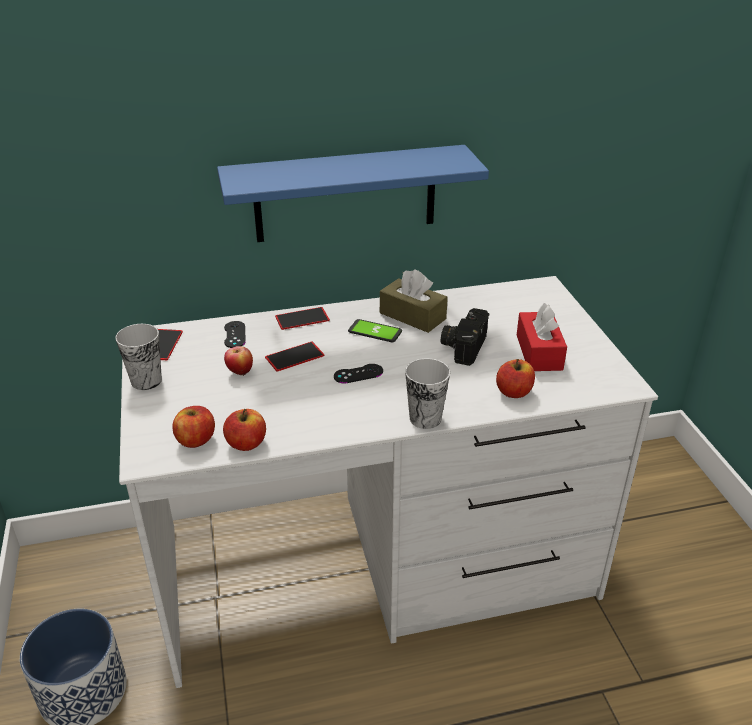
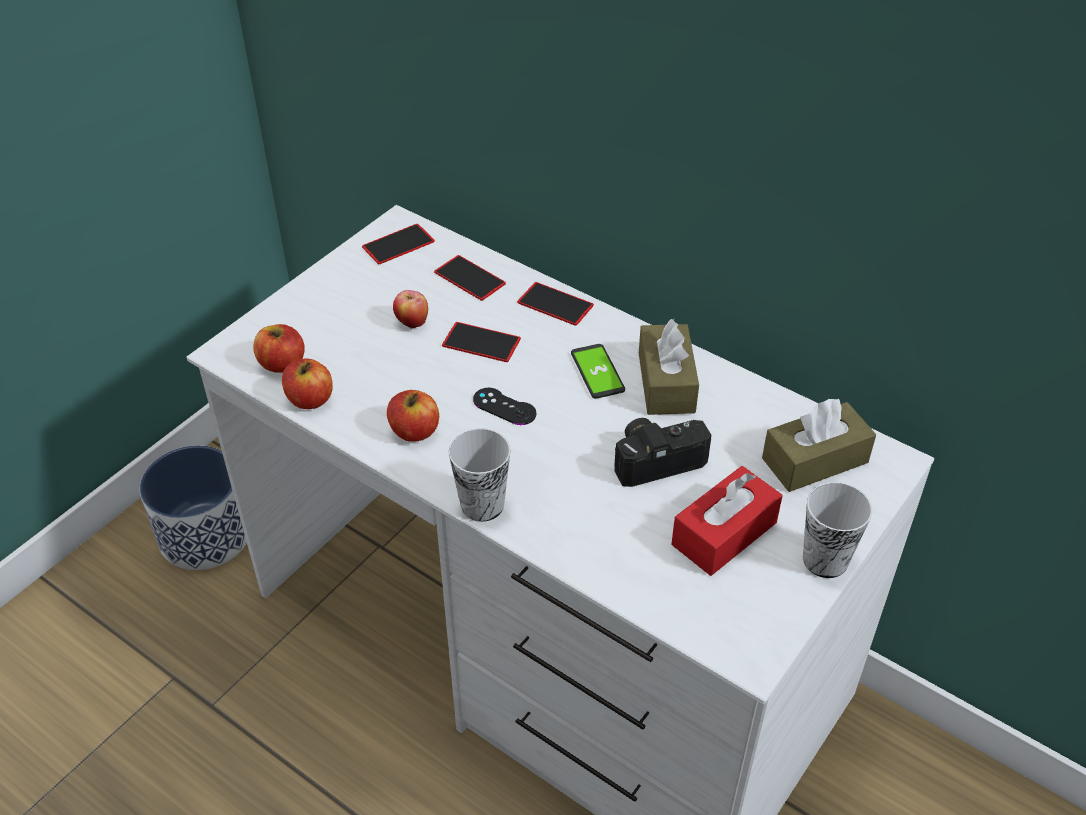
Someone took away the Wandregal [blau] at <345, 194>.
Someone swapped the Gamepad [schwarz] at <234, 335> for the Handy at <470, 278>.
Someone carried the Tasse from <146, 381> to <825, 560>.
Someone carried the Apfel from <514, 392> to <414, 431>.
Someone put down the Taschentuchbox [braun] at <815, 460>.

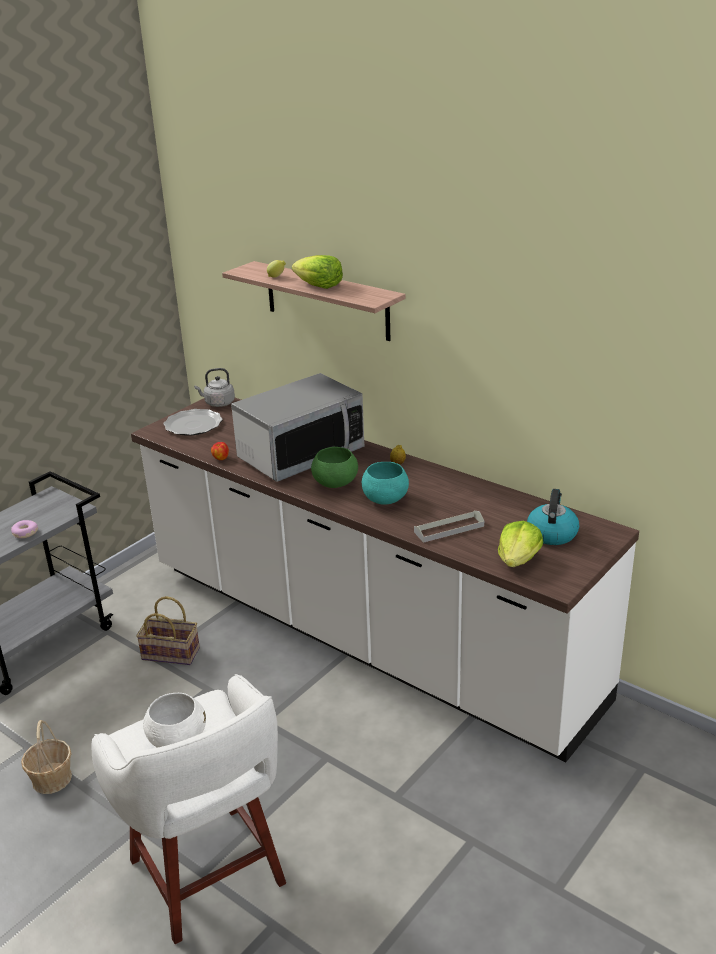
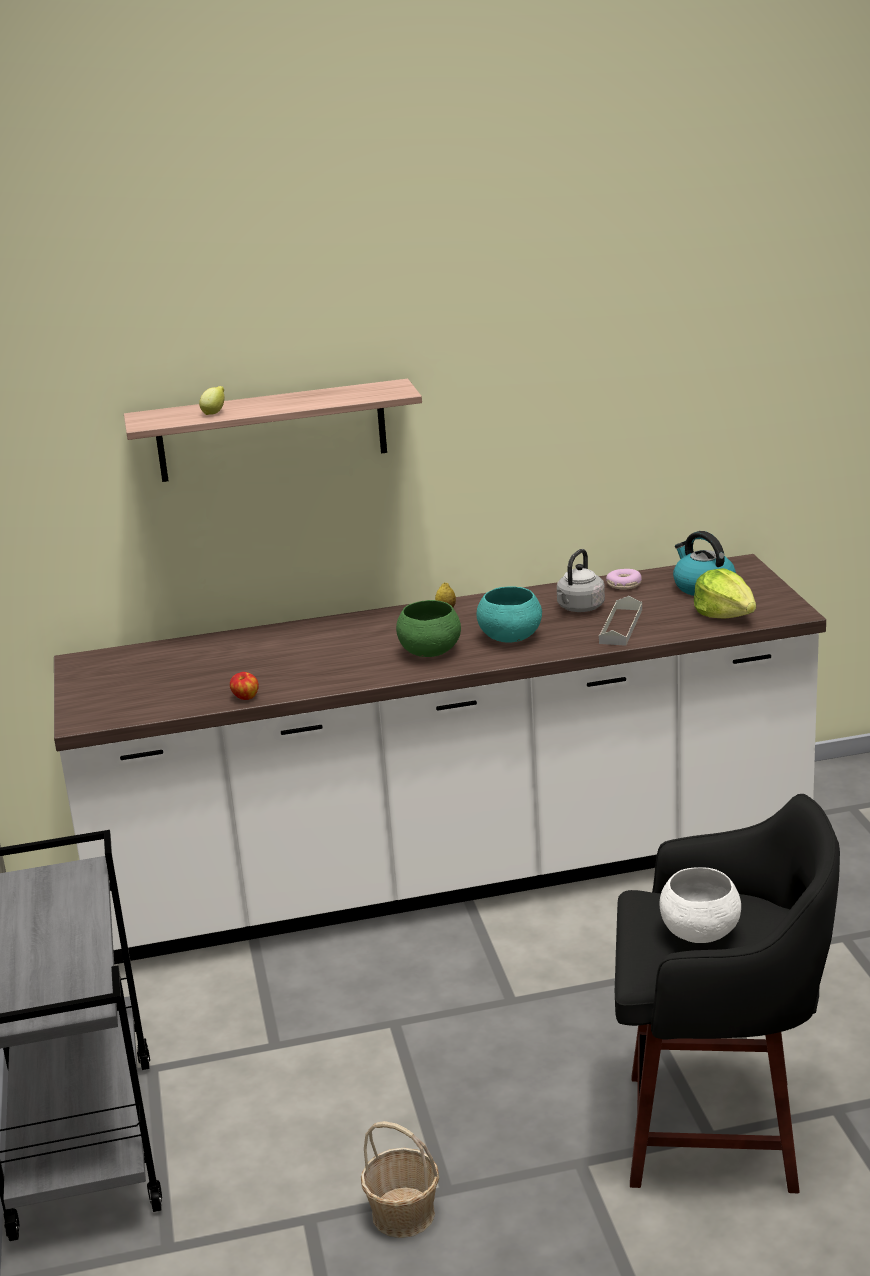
Someone took away the Salatkopf at <319, 286>.
Someone carried the Wasserkessel [grau] from <218, 403> to <579, 608>.
Someone took away the Mikrowelle at <301, 455>.
Someone took away the Teller at <193, 425>.
Someone carried the Donut from <25, 533> to <624, 585>.
Someone took away the Korb at <172, 653>.
Someone repainted the Hocker [weiß] at <209, 876>, which became the Hocker [schwarz] at <720, 1131>.

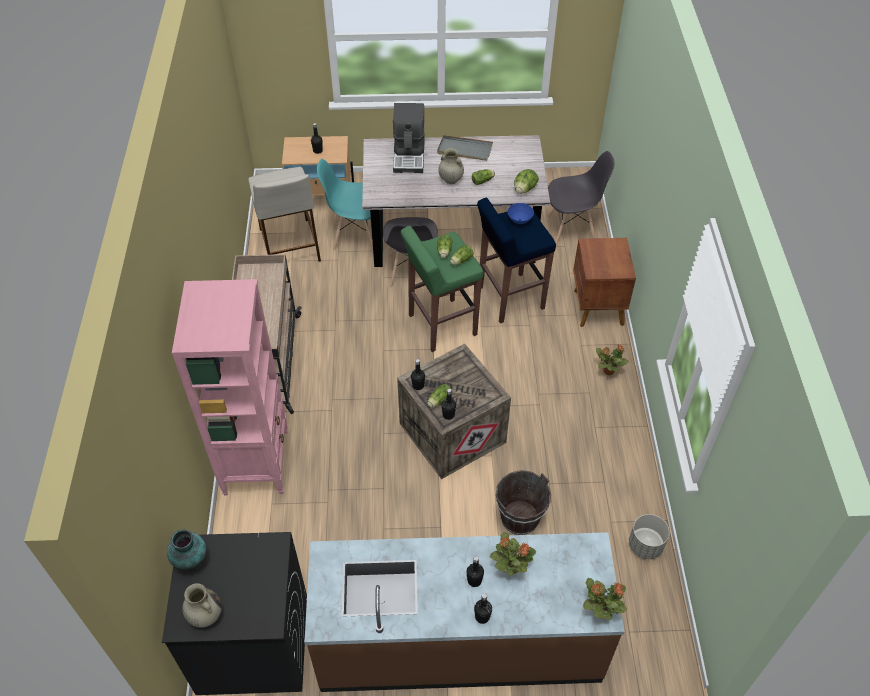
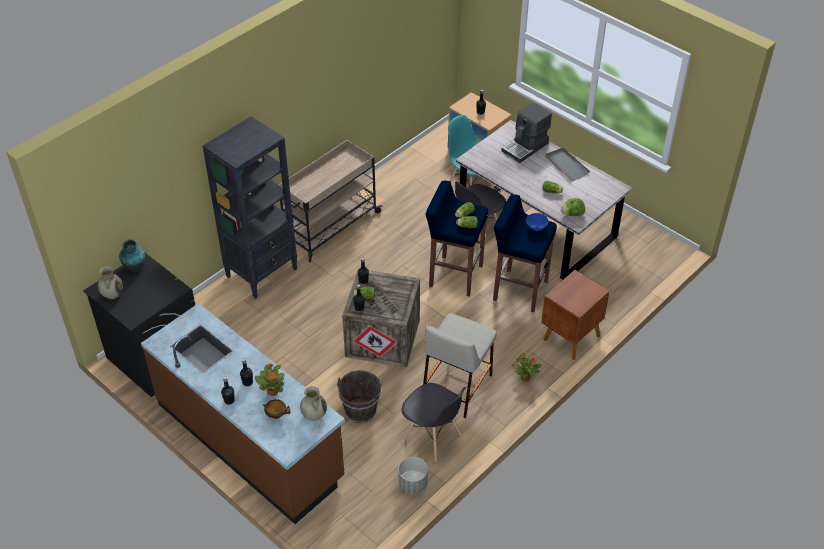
Someone carried the Vase [beige] from <450, 179> to <314, 414>.
Someone carried the Stuhl [grau] from <571, 229> to <433, 437>.
Someone carried the Hocker [beige] from <289, 244> to <457, 386>.
Someone repainted the Hocker [grün] at <441, 325>, which became the Hocker [blau] at <455, 275>.
Someone repainted the Bücherregal [rosa] at <257, 461>, which became the Bücherregal [schwarz] at <262, 272>.
Someone took away the Topfpflanze at <600, 610>.
Someone put down the Schüssel at <277, 415>.

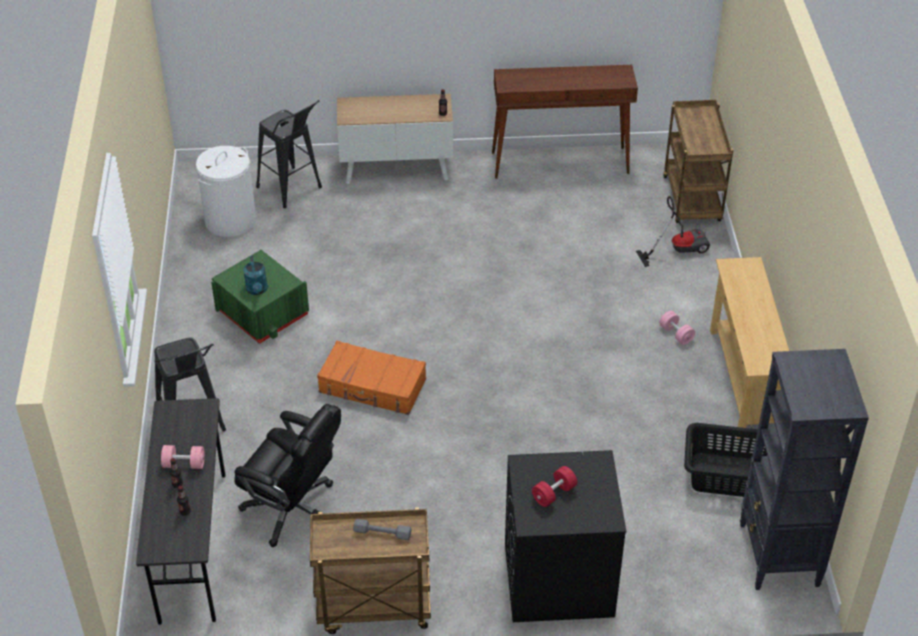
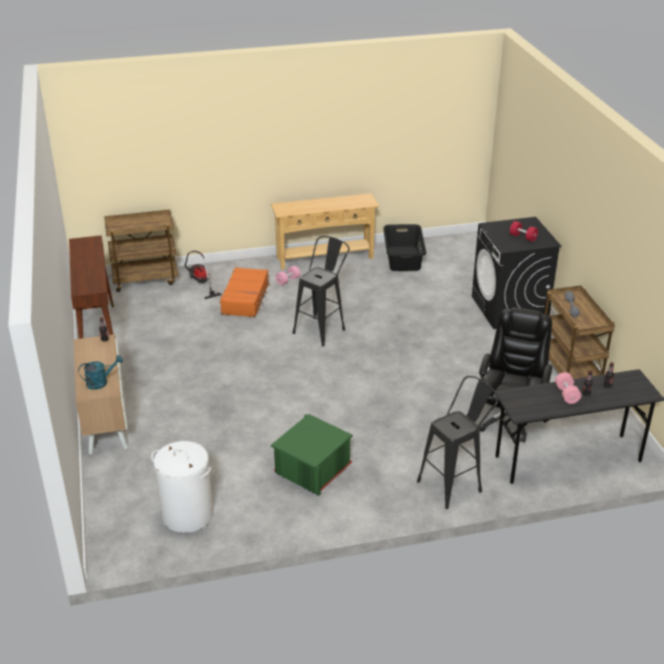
Someone carried the Hocker [schwarz] from <293, 191> to <322, 329>.
Someone carried the Gießkanne [türkis] from <257, 290> to <101, 382>.
Someone carried the Koffer [orange] from <372, 387> to <246, 299>.
Someone took away the Bücherregal [schwarz] at <778, 556>.

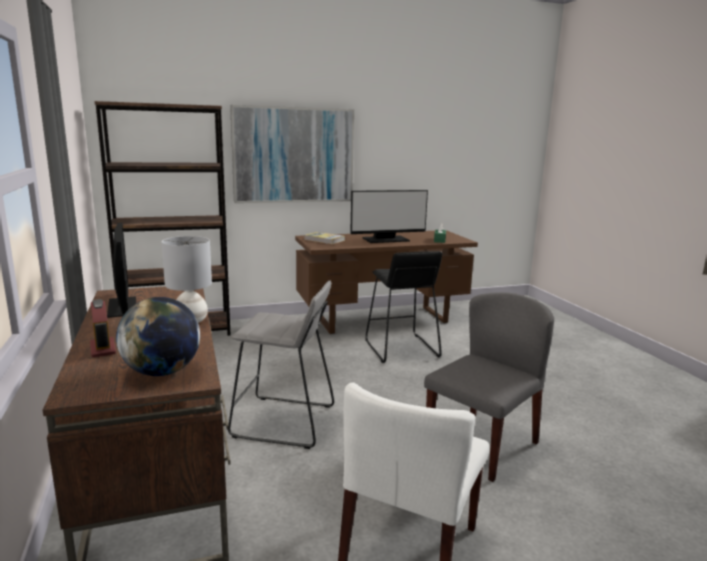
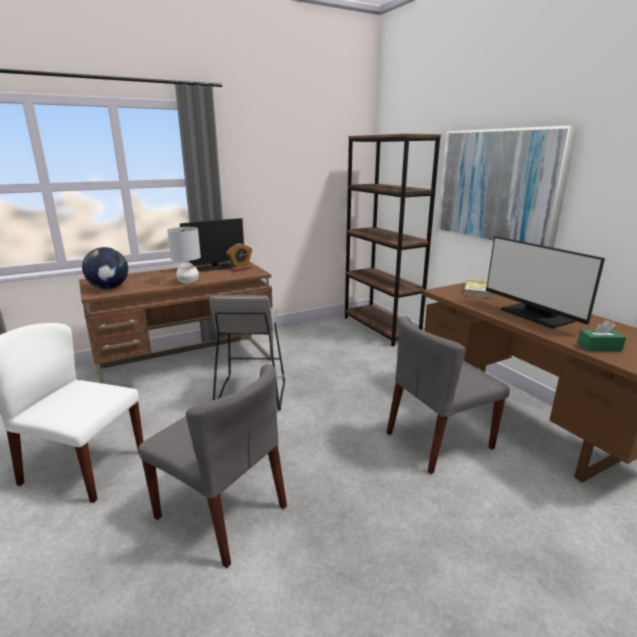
Someone swapped the Hocker [schwarz] at <400, 348> for the Stuhl [grau] at <438, 441>.
Someone carried the Wecker from <103, 348> to <240, 268>.

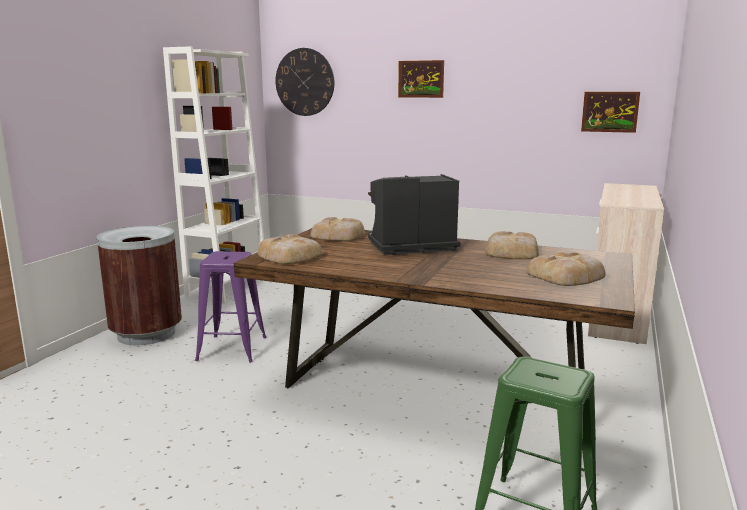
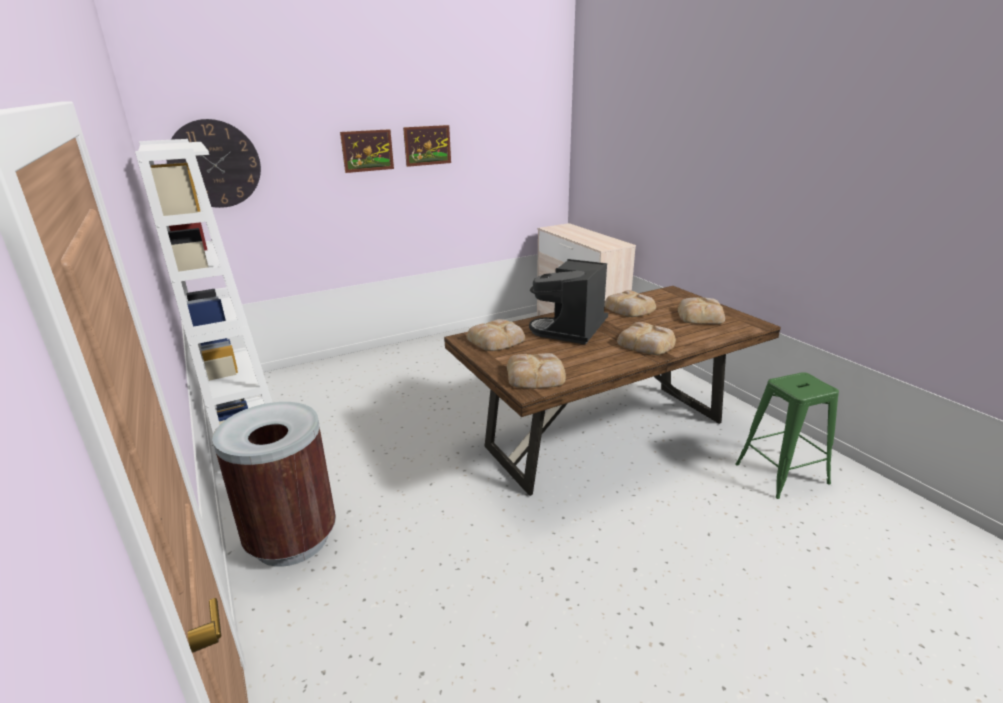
Someone carried the Bild from <610, 111> to <427, 145>.
Someone took away the Hocker [lila] at <232, 349>.
Someone put down the Brot at <647, 344>.

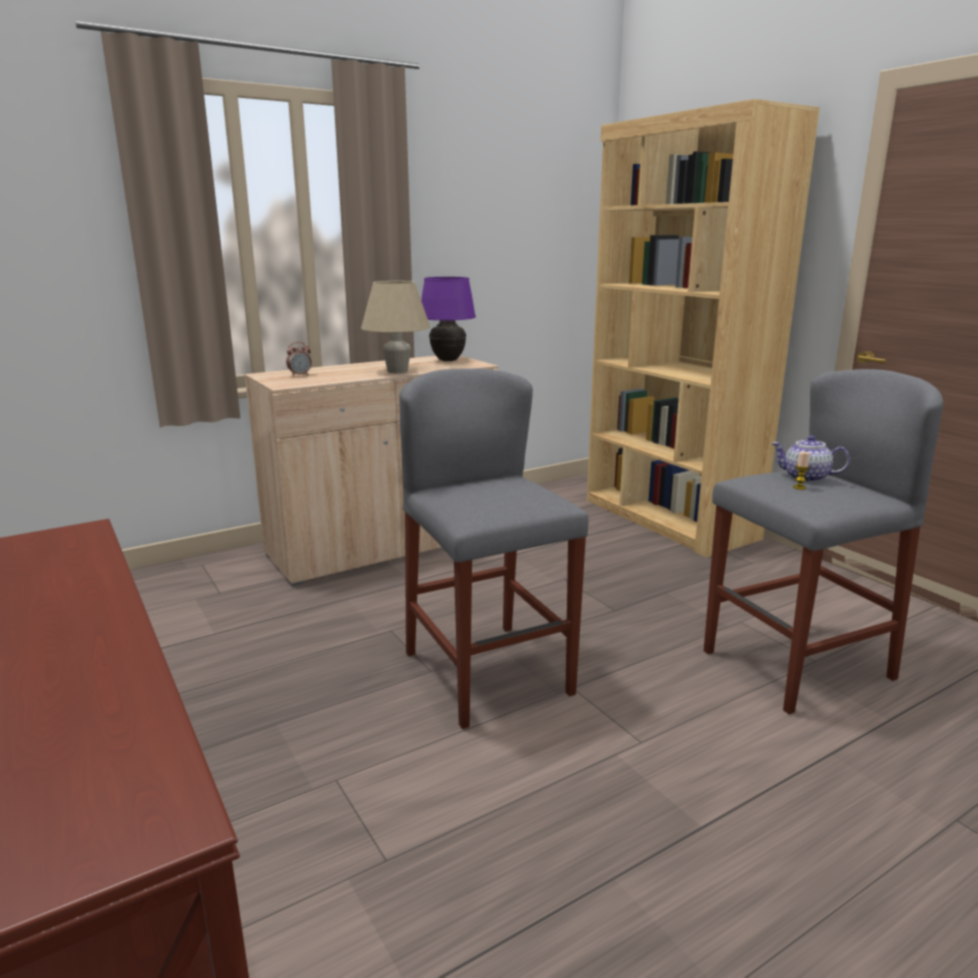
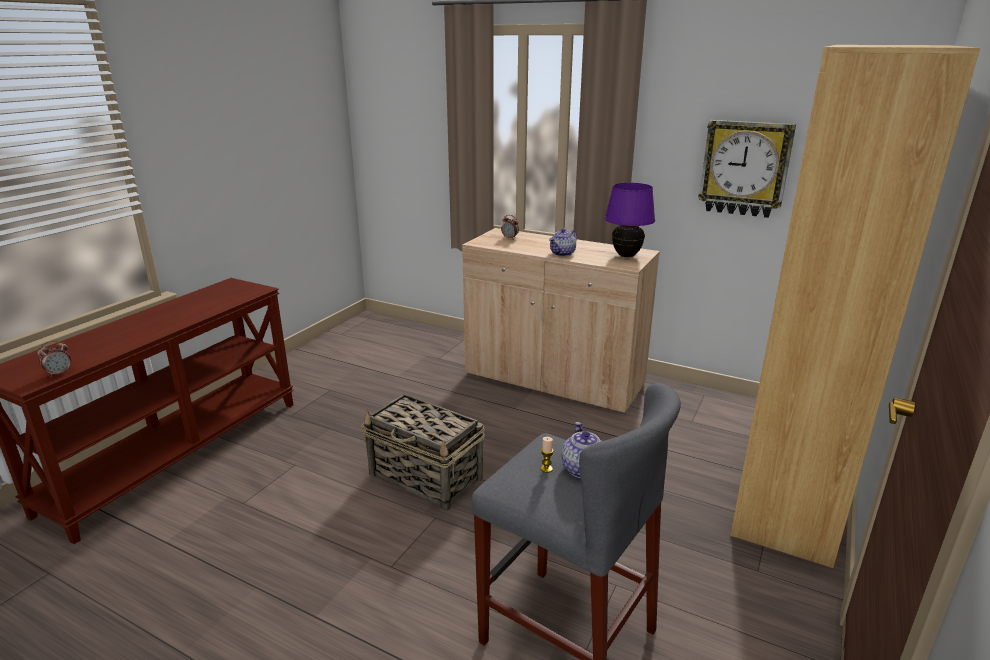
Someone swapped the Tischlampe [beige] at <397, 371> for the Teekanne at <562, 253>.
Someone swapped the Hocker [grau] at <487, 673> for the Korb at <426, 477>.
Someone put up the Wanduhr at <744, 168>.
Someone put down the Wecker at <59, 373>.

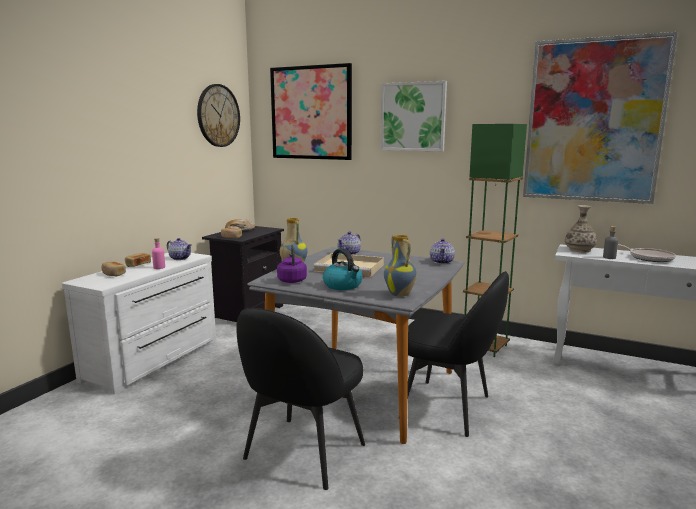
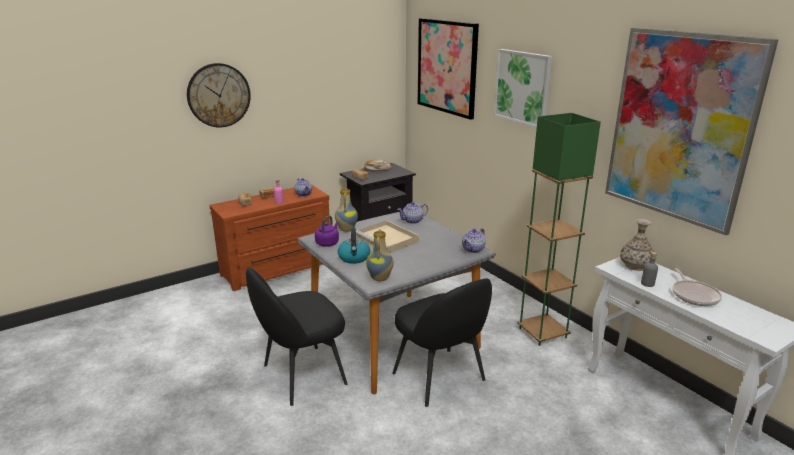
Someone carried the Wanduhr from <218, 115> to <219, 95>.
Someone repainted the Kommode [weiß] at <155, 359>, which became the Kommode [braun] at <278, 269>.

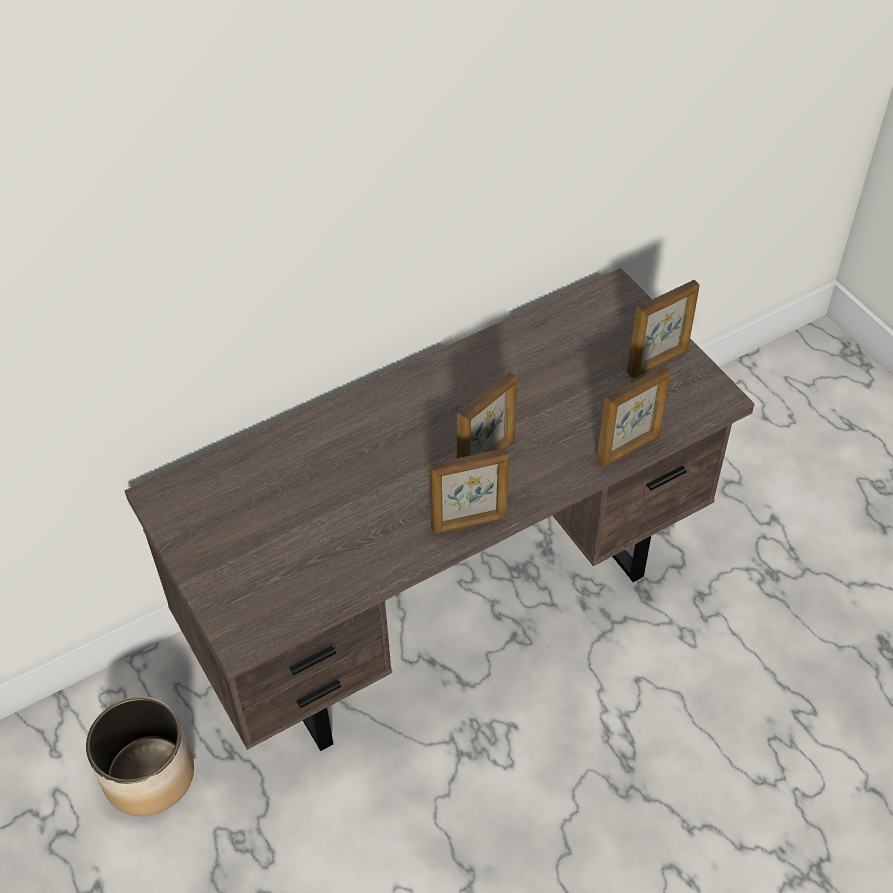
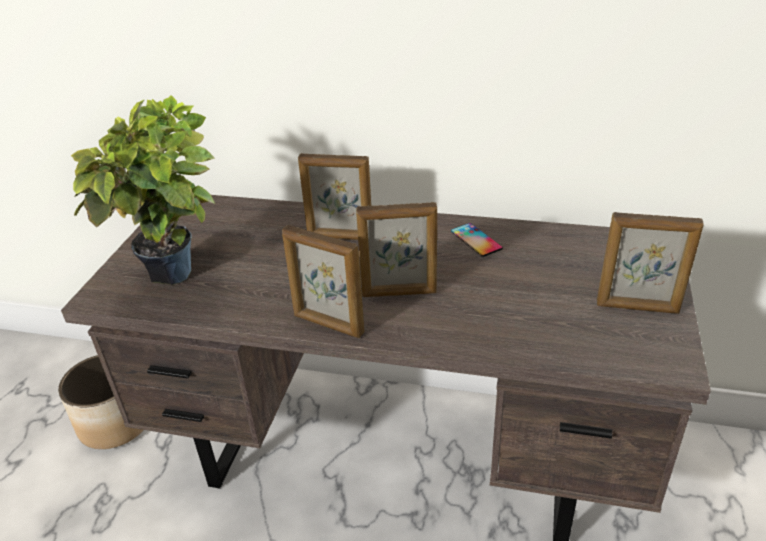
Someone carried the Bilderrahmen from <629, 449> to <340, 237>.
Someone put down the Topfpflanze at <178, 279>.
Someone put down the Handy at <476, 240>.

